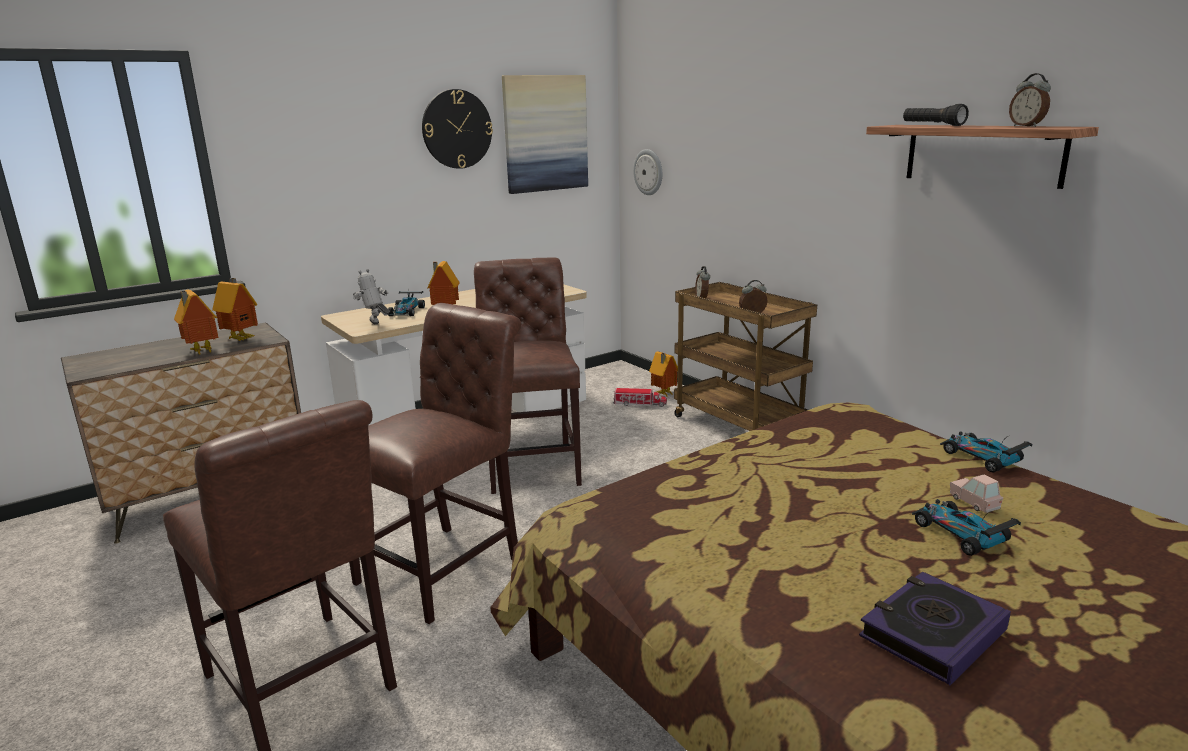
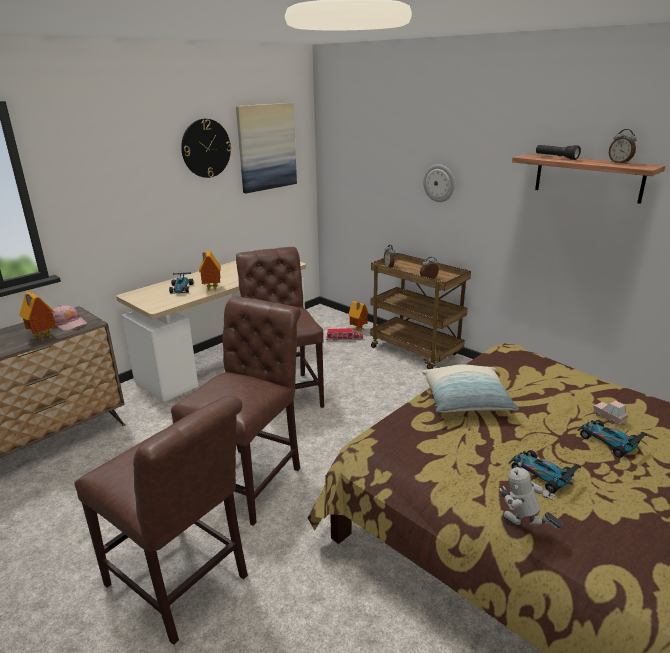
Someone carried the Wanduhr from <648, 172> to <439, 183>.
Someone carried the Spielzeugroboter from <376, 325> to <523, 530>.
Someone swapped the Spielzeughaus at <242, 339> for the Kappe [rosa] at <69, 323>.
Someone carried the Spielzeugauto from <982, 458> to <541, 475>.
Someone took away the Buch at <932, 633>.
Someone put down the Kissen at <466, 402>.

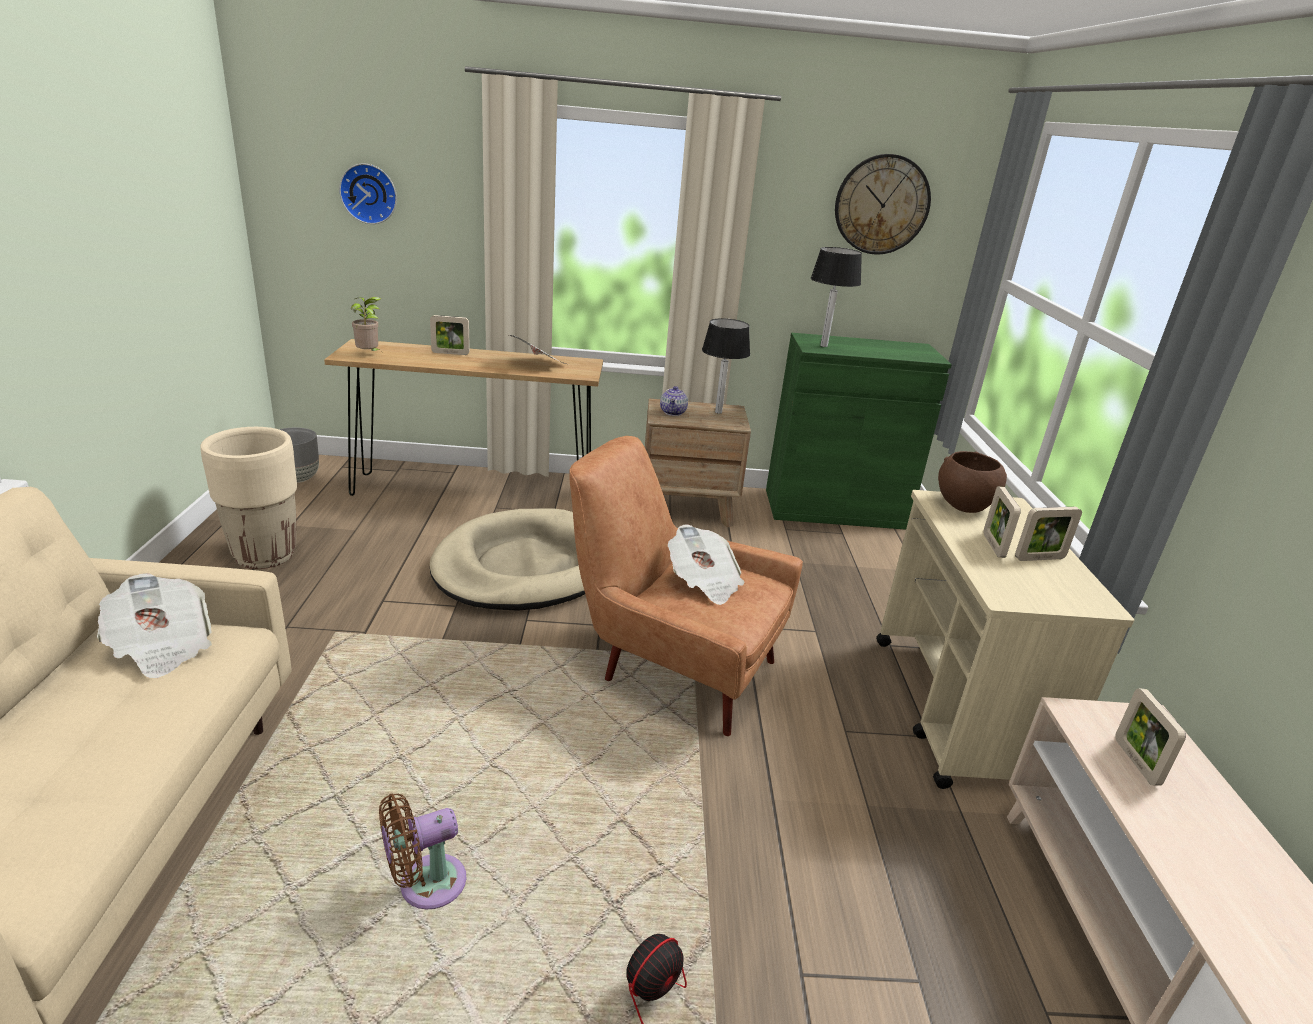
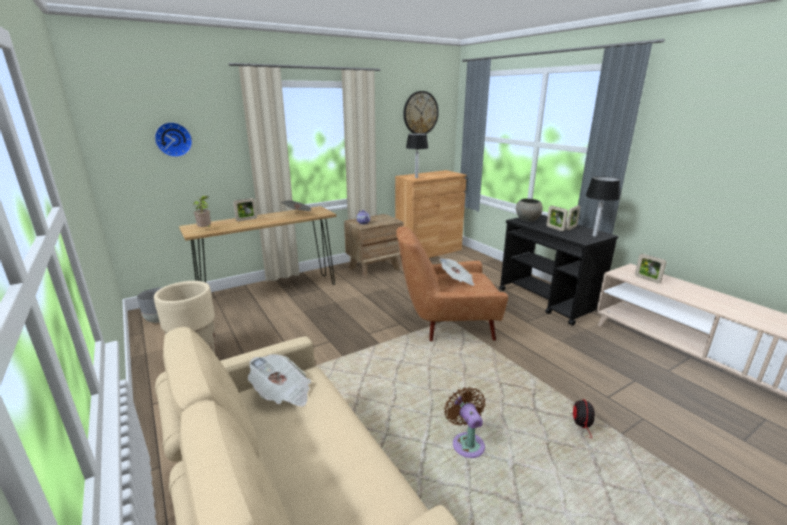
Someone carried the Tischlampe from <719, 412> to <595, 235>.
Someone repainted the Schrank [grün] at <835, 509>, which became the Schrank [braun] at <428, 251>.
Someone repainted the Schüssel [braun] at <963, 505>, which became the Schüssel [grau] at <527, 220>.
Someone repainted the Rollwagen [beige] at <957, 711>, which became the Rollwagen [schwarz] at <548, 301>.
Someone took away the Hundebett [beige] at <525, 566>.
Someone rotated the Ventilator [braun] at <425, 885> by 135 degrees clockwise.

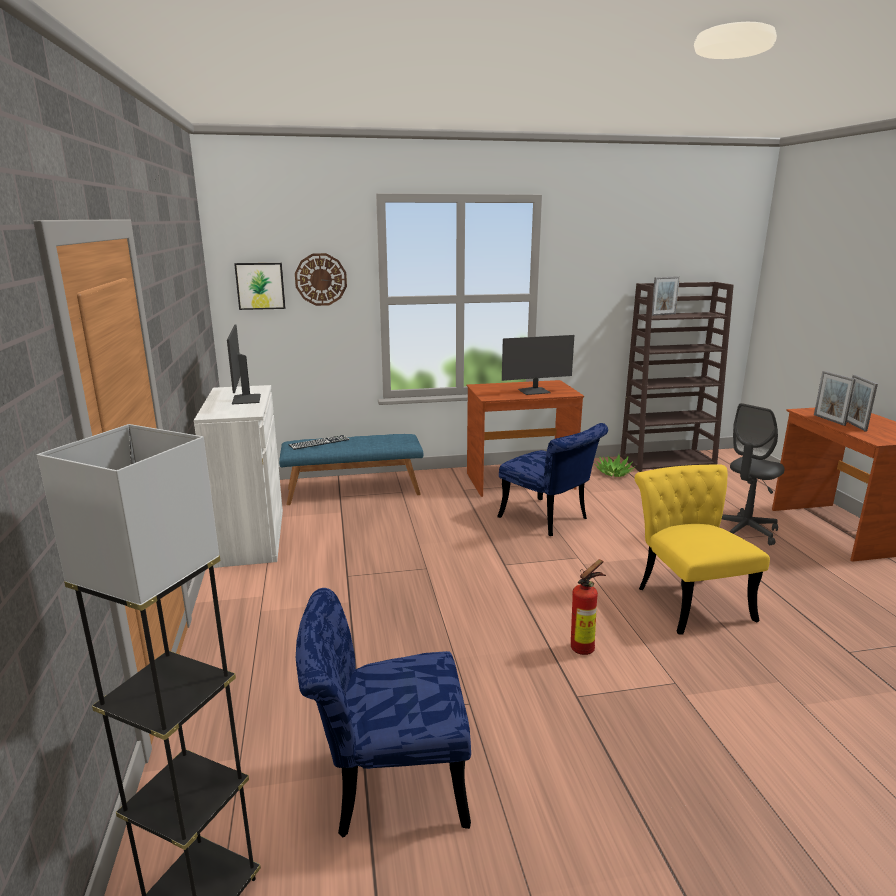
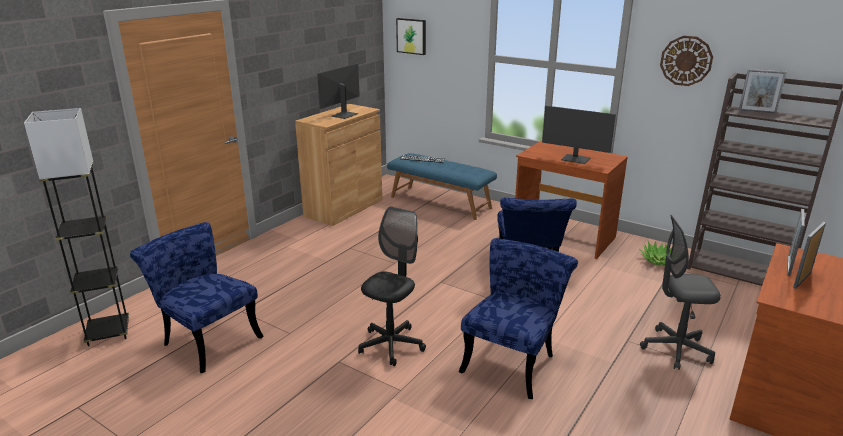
Someone carried the Wanduhr from <321, 279> to <686, 61>.
Someone repainted the Schrank [weiß] at <251, 537>, which became the Schrank [braun] at <344, 208>.
Someone repainted the Stuhl [gelb] at <688, 599>, which became the Stuhl [blau] at <513, 360>.
Someone swapped the Feuerlöscher at <585, 648> for the Bürostuhl [schwarz] at <391, 345>.

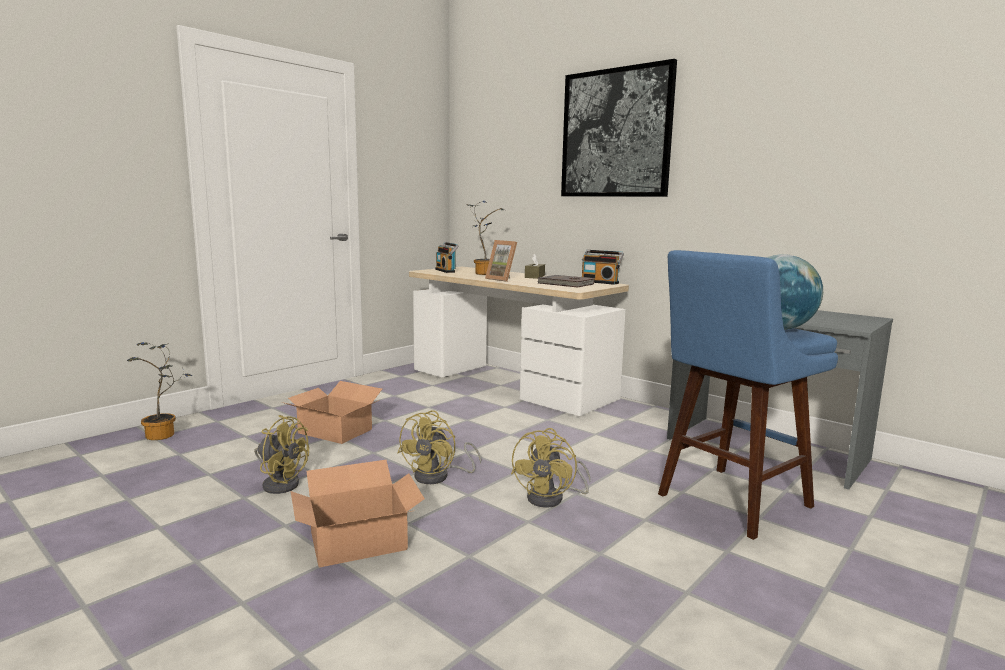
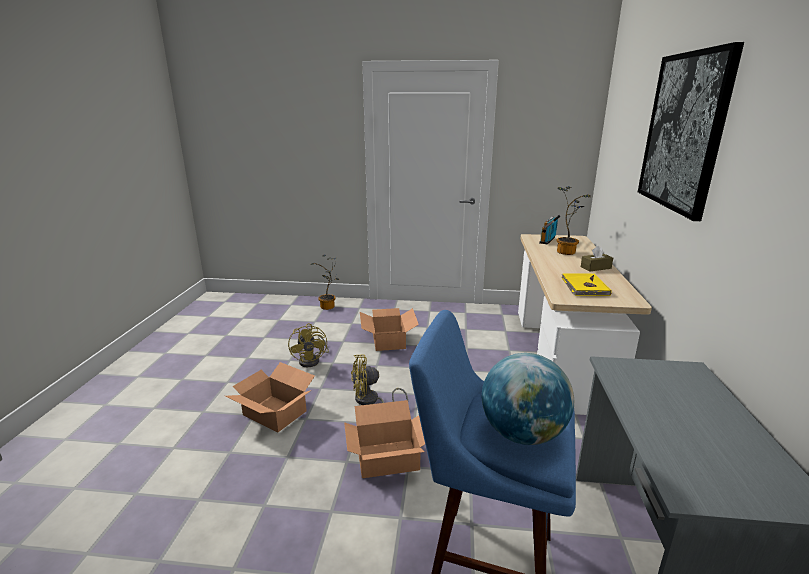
Someone took away the Bilderrahmen at <503, 279>.
Someone took away the Radio at <600, 282>.
Someone repainted the Buch [braun] at <565, 284>, which became the Buch [gelb] at <584, 287>.
Someone swapped the Ventilator [gelb] at <552, 498> for the Karton at <388, 458>.

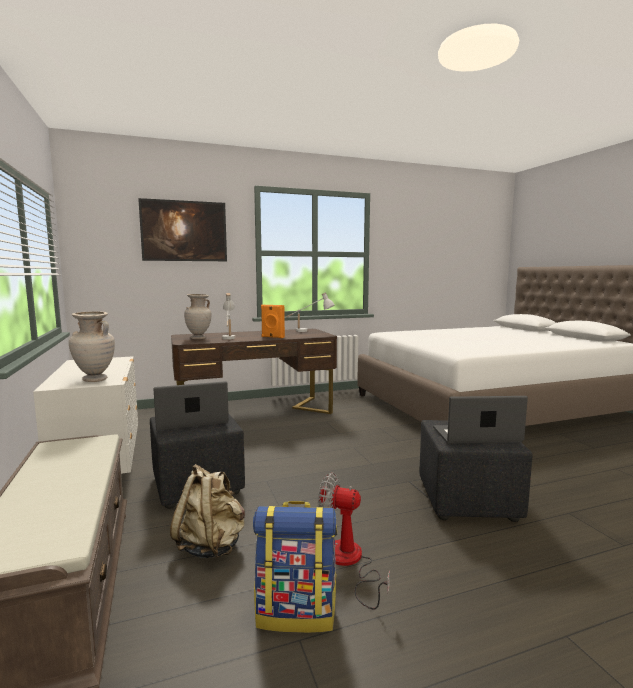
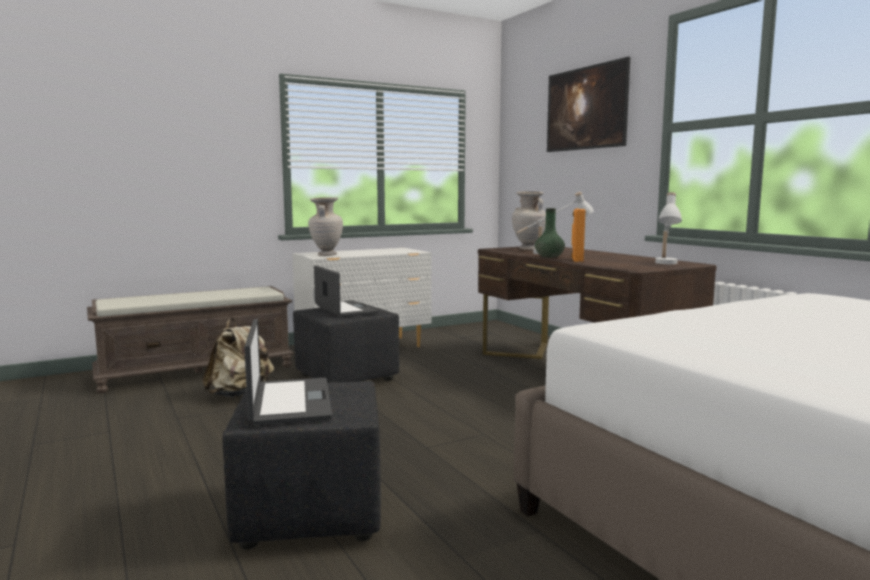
Someone took away the Ventilator at <349, 562>.
Someone took away the Rucksack at <296, 612>.
Someone put down the Vase [grün] at <549, 256>.

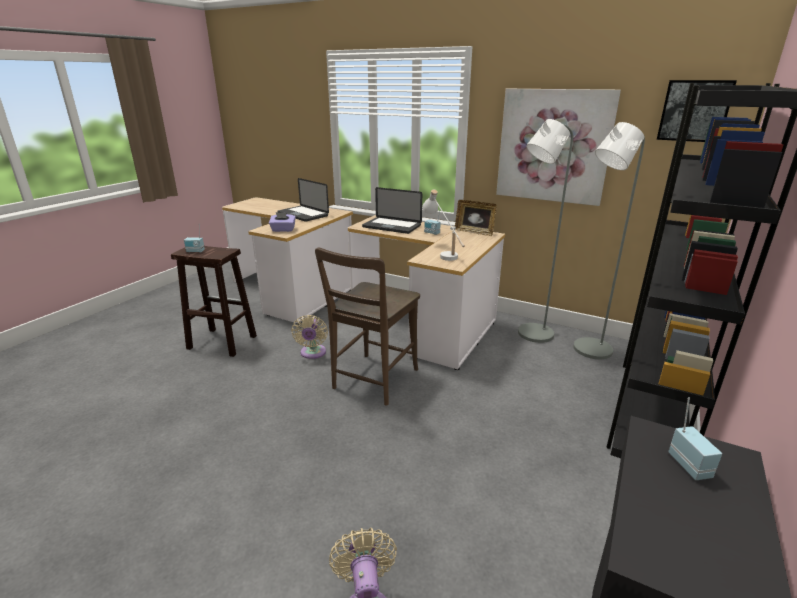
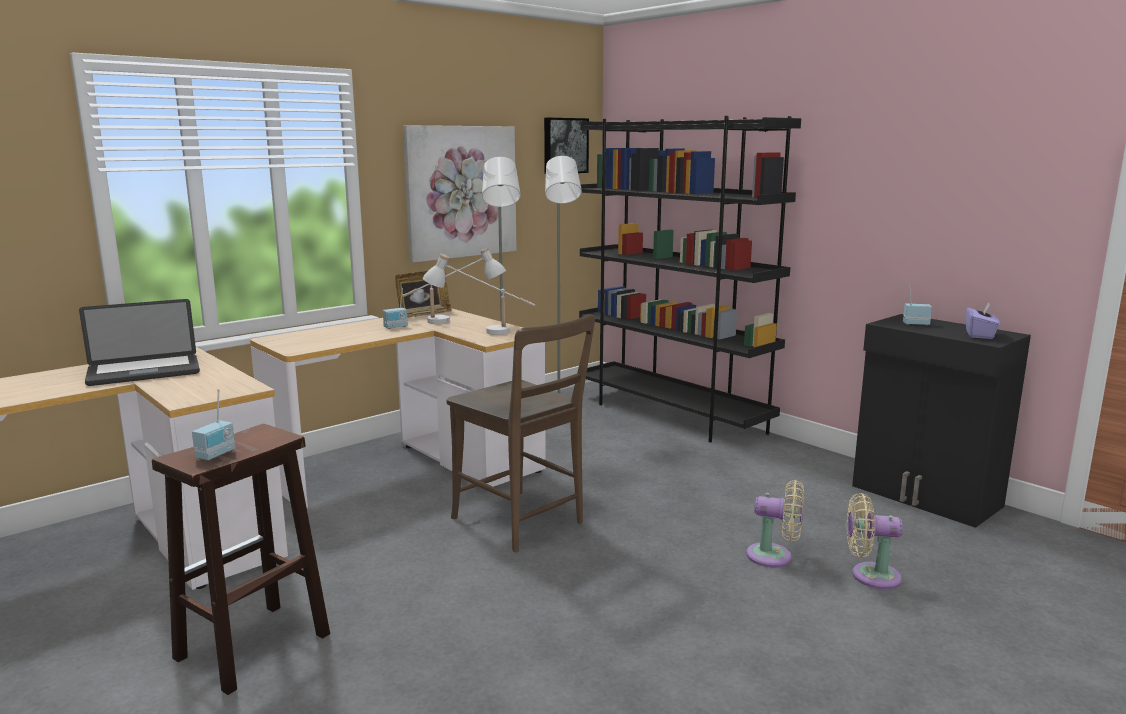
Someone took away the Laptop at <391, 226>.
Someone carried the Taschentuchbox [lila] from <283, 230> to <980, 335>.
Someone carried the Ventilator [beige] from <312, 353> to <774, 557>.
Someone put down the Tischlampe [weiß] at <455, 322>.

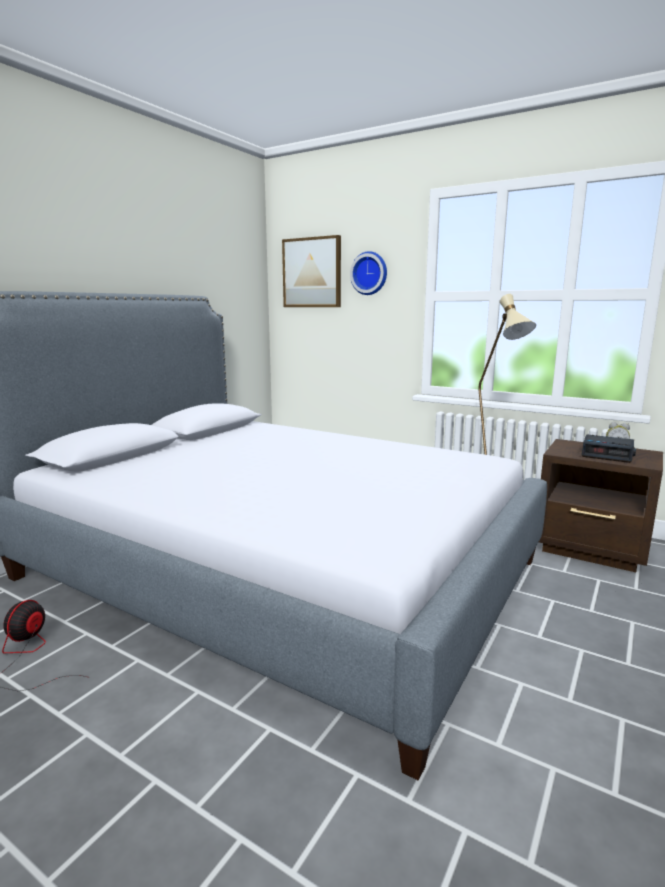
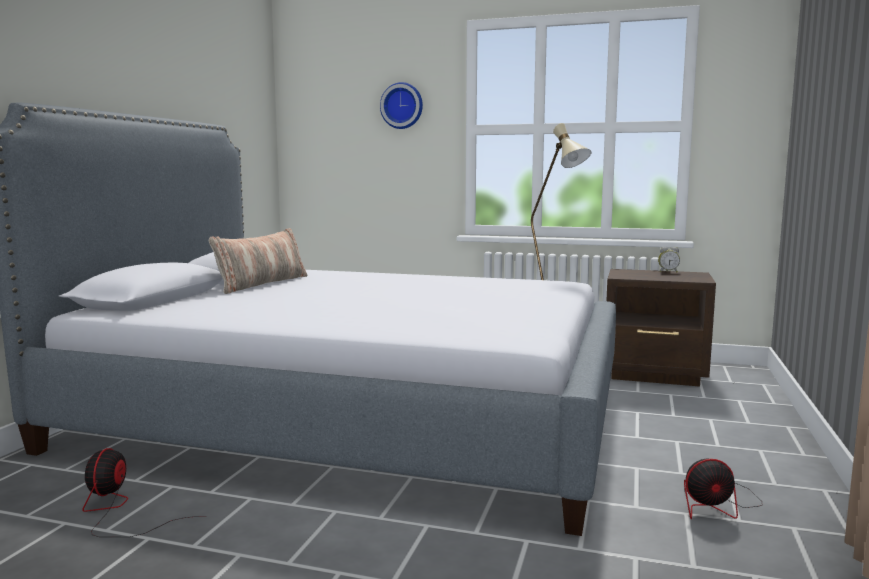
Someone took away the Bild at <312, 273>.
Someone took away the Wecker at <607, 454>.
Someone put down the Kissen at <262, 284>.
Someone put down the Ventilator at <716, 504>.

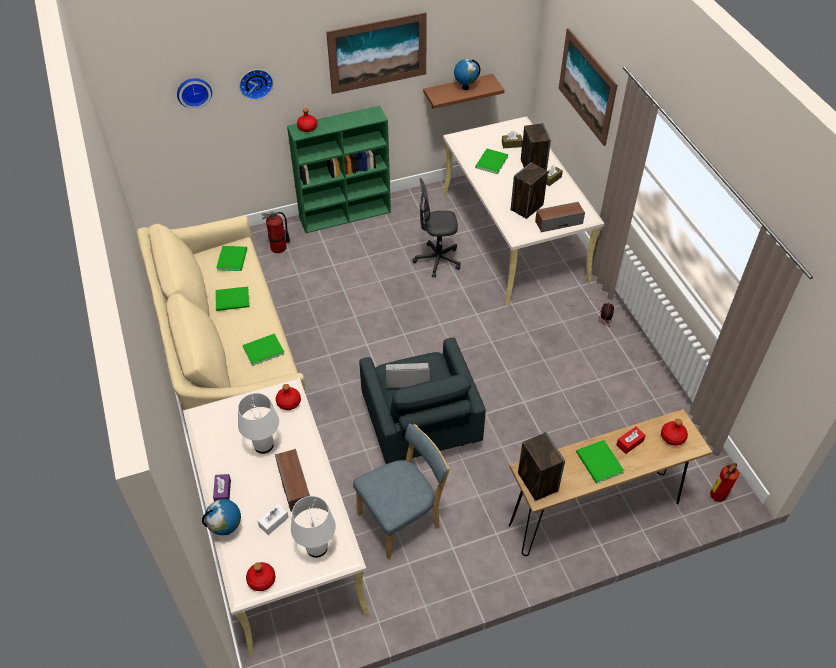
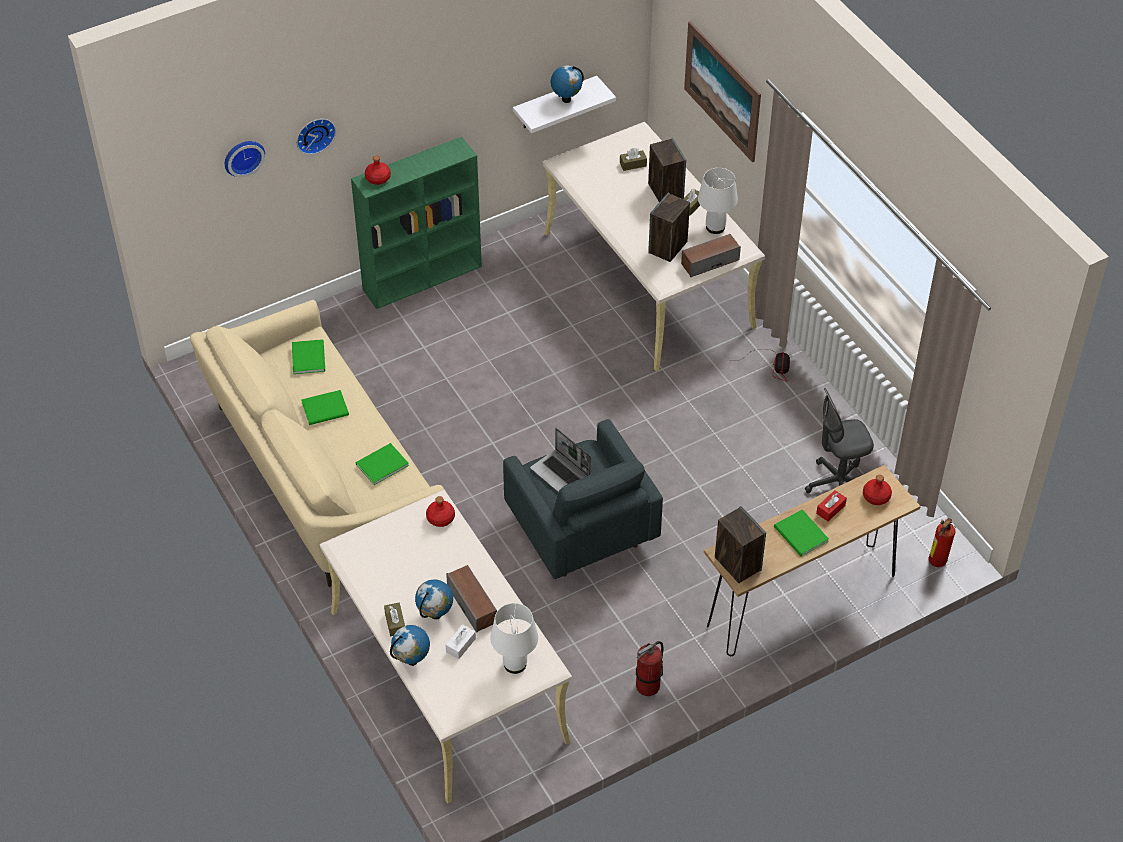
Someone took away the Bild at <377, 53>.
Someone repainted the Wandregal [braun] at <458, 91>, which became the Wandregal [weiß] at <555, 103>.
Someone took away the Buch [grün] at <490, 162>.
Someone carried the Bürostuhl [grau] from <437, 260> to <838, 484>.
Someone carried the Feuerlöscher from <279, 247> to <648, 686>.
Someone rotated the Laptop at <407, 377> by 120 degrees counterclockwise.
Someone carried the Tischlampe [weiß] from <263, 445> to <715, 227>.
Someone took away the Stuhl [blau] at <402, 519>.
Someone repainted the Taschentuchbox [lila] at <223, 491>, which became the Taschentuchbox [braun] at <395, 623>.
Someone took away the Flasche [rot] at <262, 580>.
Someone put down the Globus at <435, 615>.

